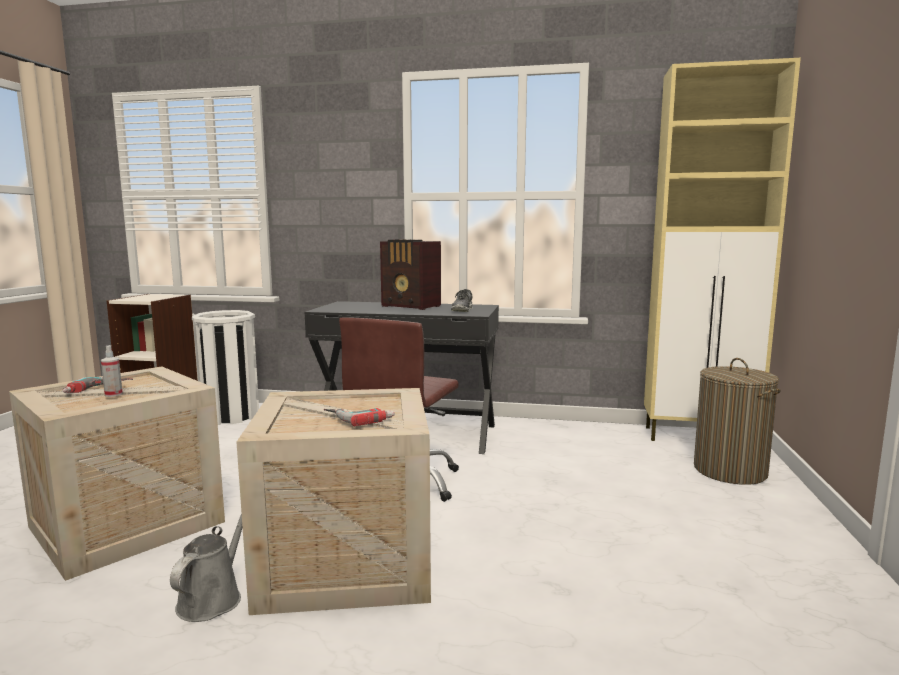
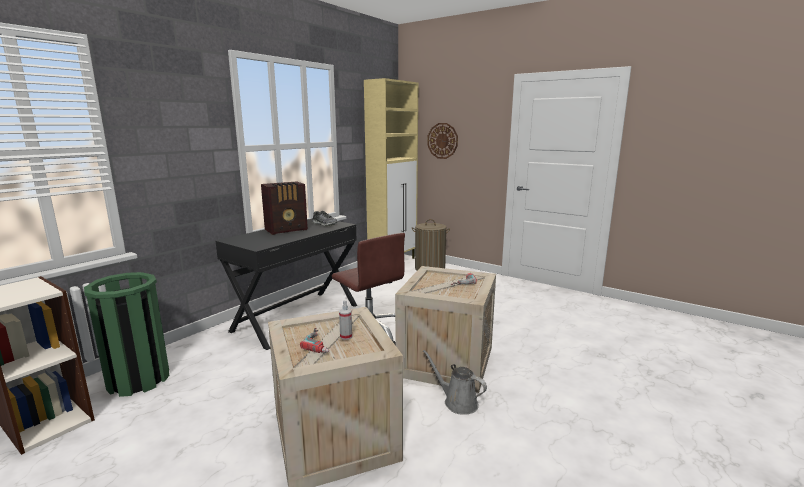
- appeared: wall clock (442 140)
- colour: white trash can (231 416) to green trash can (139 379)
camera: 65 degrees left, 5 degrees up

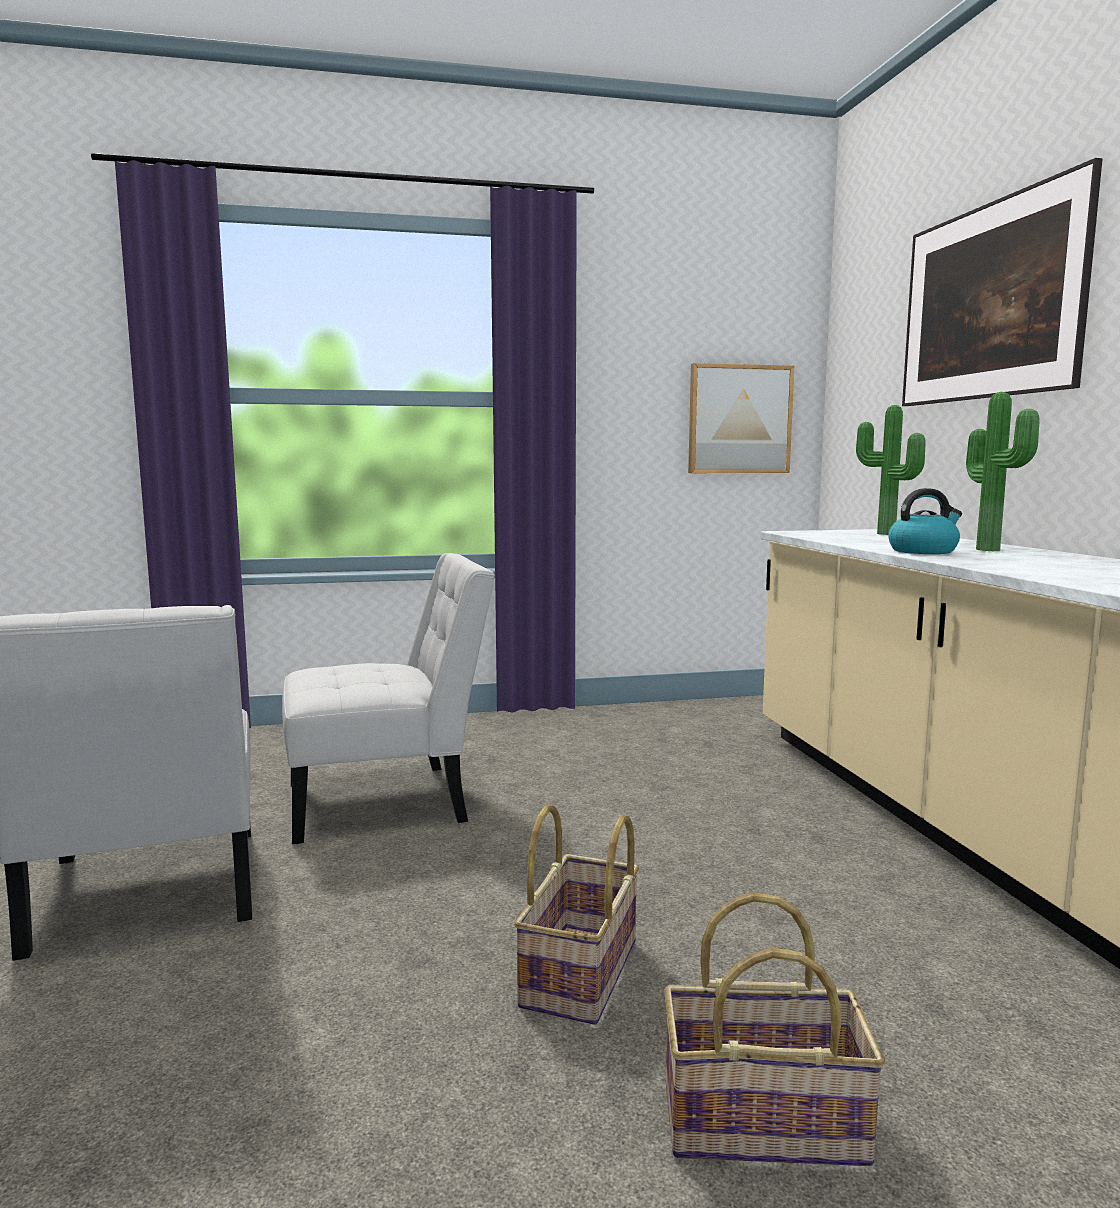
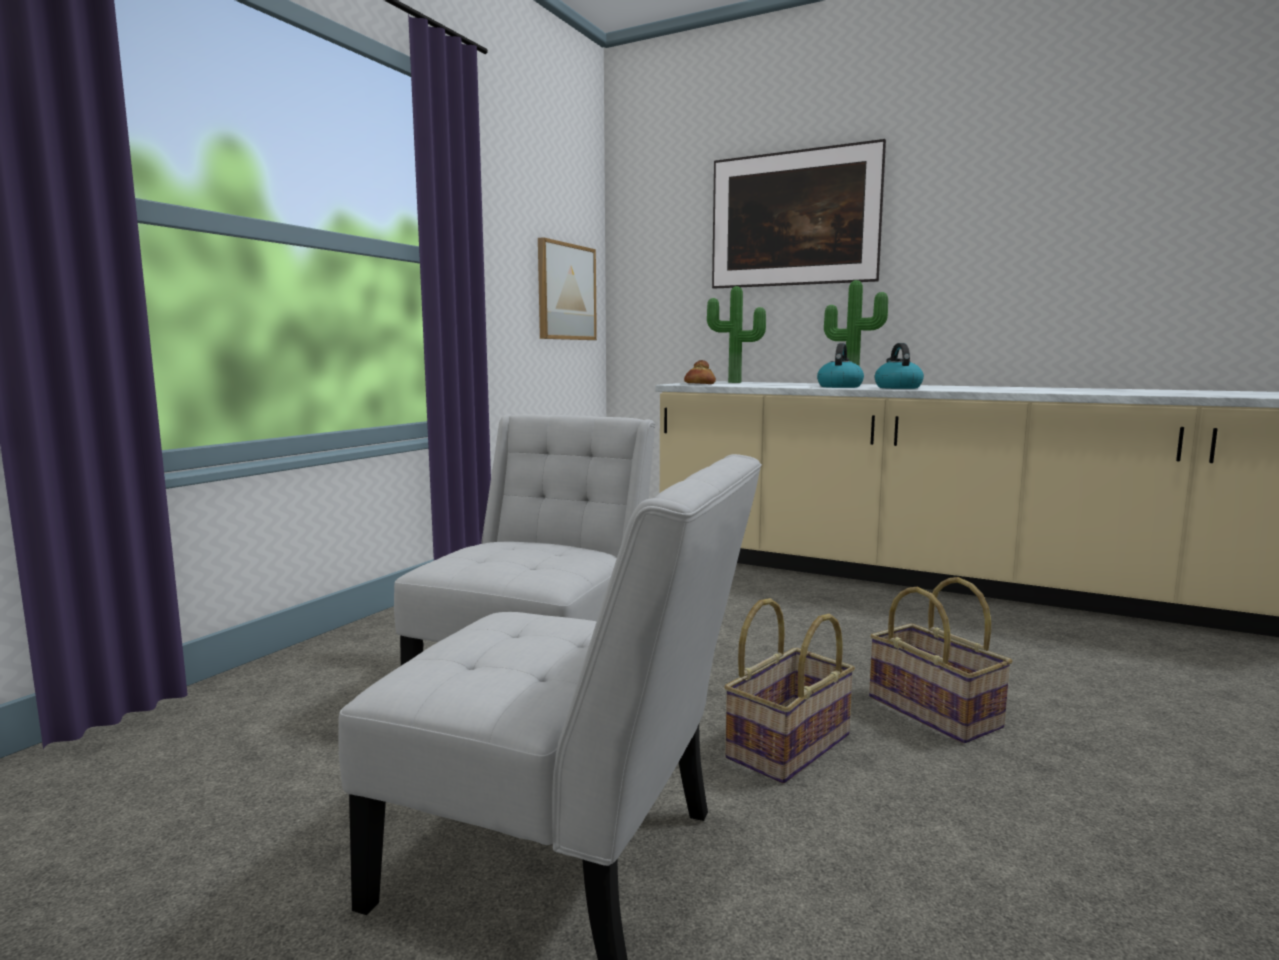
- appeared: bread (699 384)
- appeared: kettle (897 387)
- relocated: basket (763 1120) to (787 745)
camera: 50 degrees left, 0 degrees up

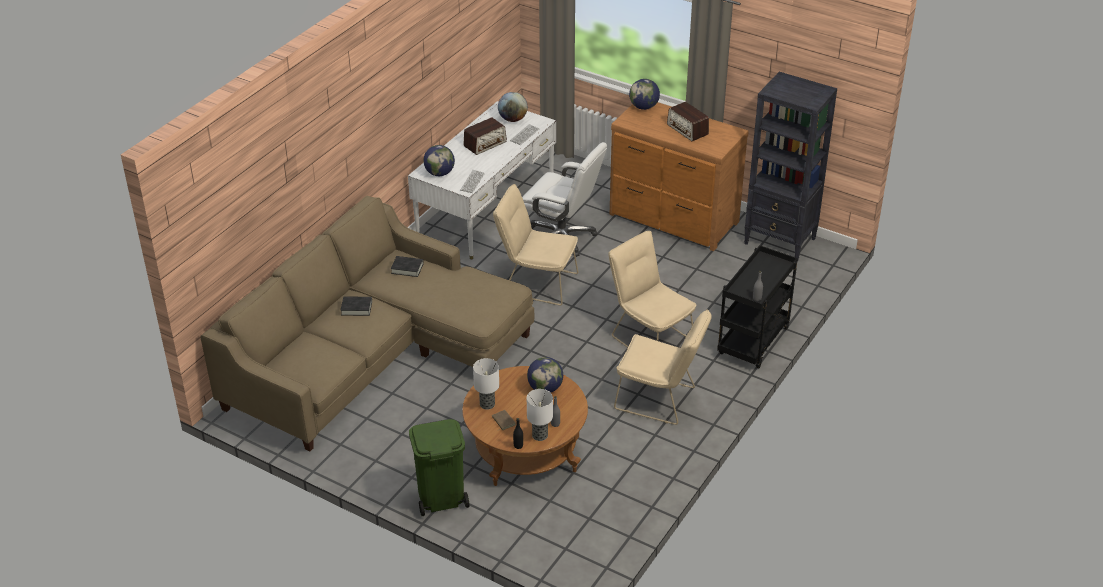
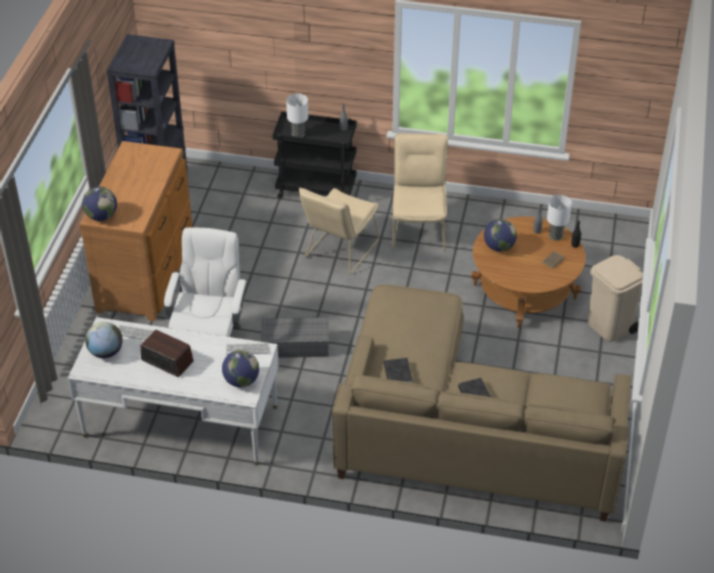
- missing: radio (687 130)
- relocated: table lamp (487 404) to (298 134)
- exchanged: beige chair (536 282) to grey storage box (294 346)
- colour: green trash can (440 498) to beige trash can (610 326)
camera: 110 degrees left, 5 degrees up

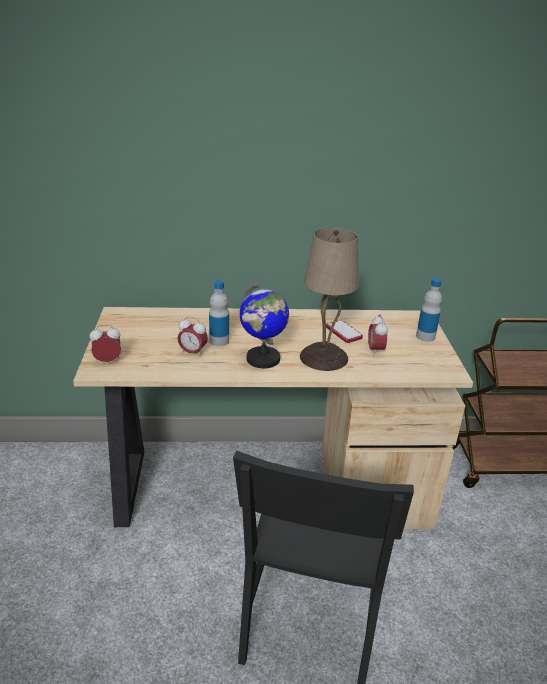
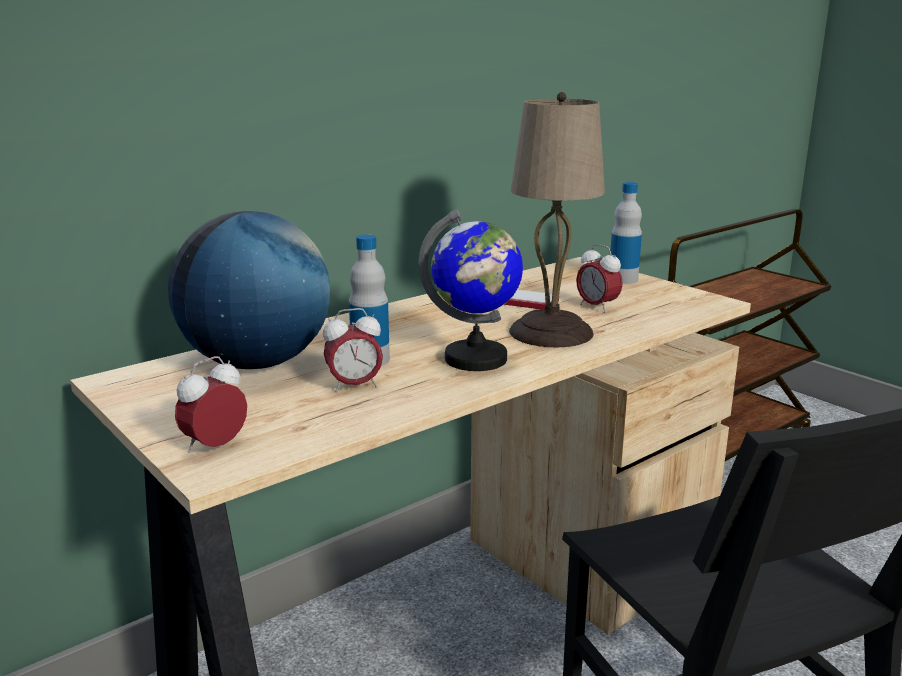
- appeared: globe (257 363)
camera: 35 degrees left, 10 degrees down

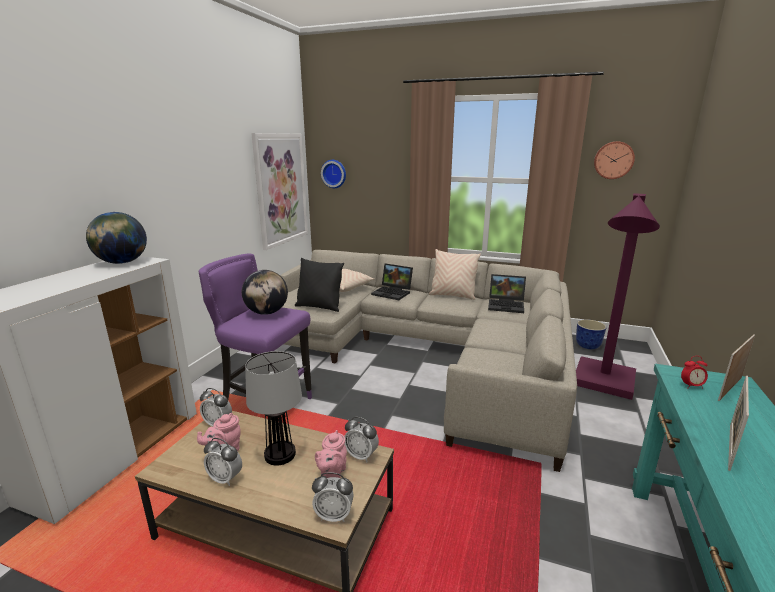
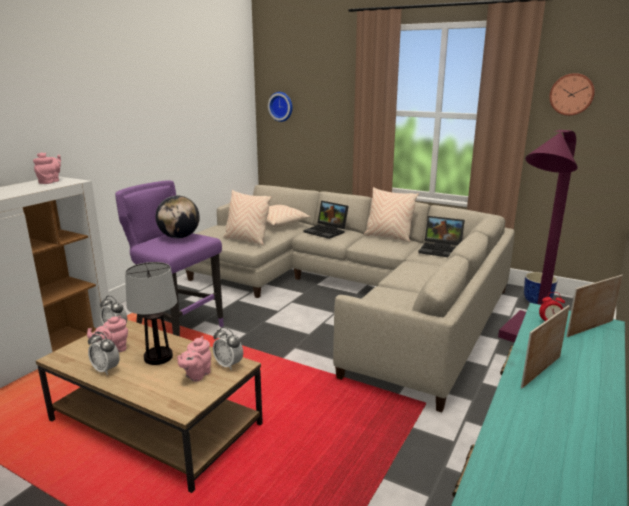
- missing: picture (281 189)
- missing: alarm clock (334 515)
- exchanged: globe (122 262) to pink teapot (50 182)
- colour: black pillow (319 307) to beige pillow (246 240)
camera: 10 degrees right, 0 degrees up

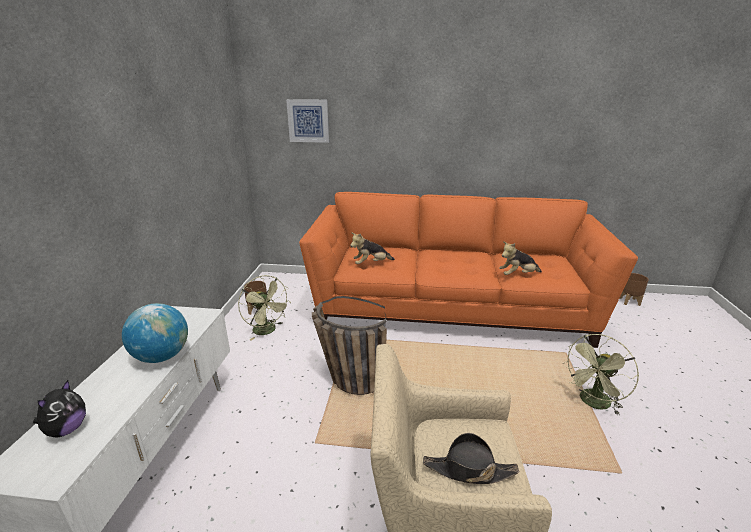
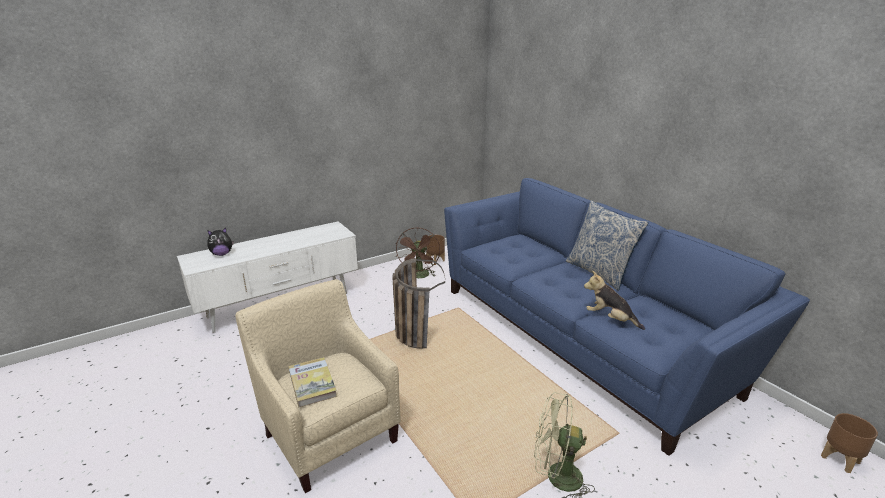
- missing: globe (162 356)
- missing: picture (308 121)
- missing: plush toy (371 264)
- appeared: pillow (599 273)
- exchanged: black hat (469 470) to book (312 384)
- colour: green fan (268 331) to brown fan (419 276)
- colour: orange sofa (451 307) to blue sofa (580 334)
camera: 50 degrees right, 0 degrees up

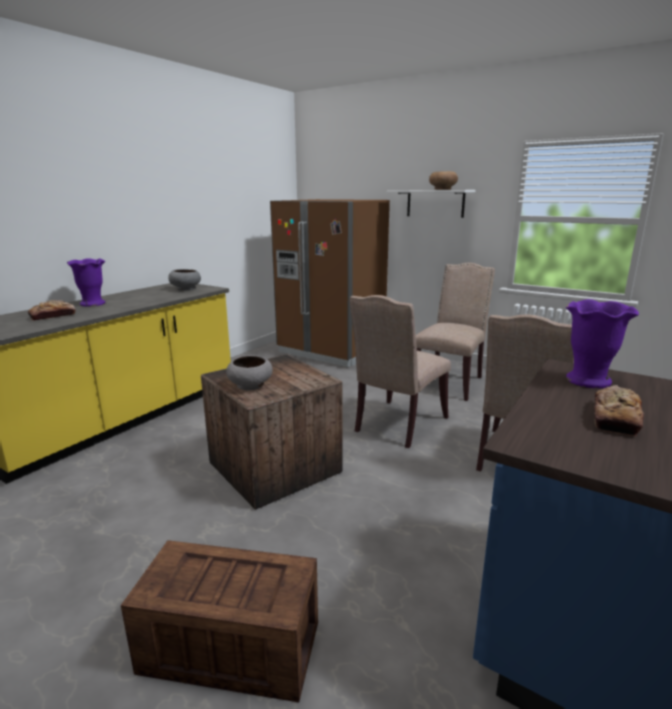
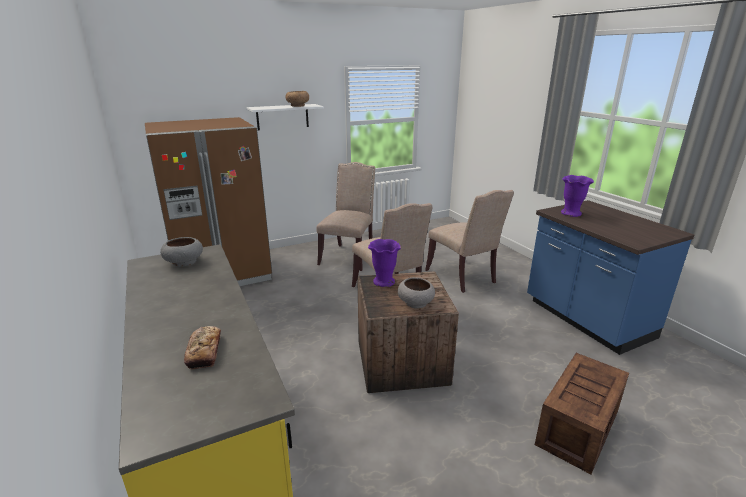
- missing: bread (615 418)
- relocated: purple vase (93 304) to (384 282)
- spun: beige chair (449 382) = (349 256) 45 degrees clockwise
camera: 60 degrees left, 5 degrees up

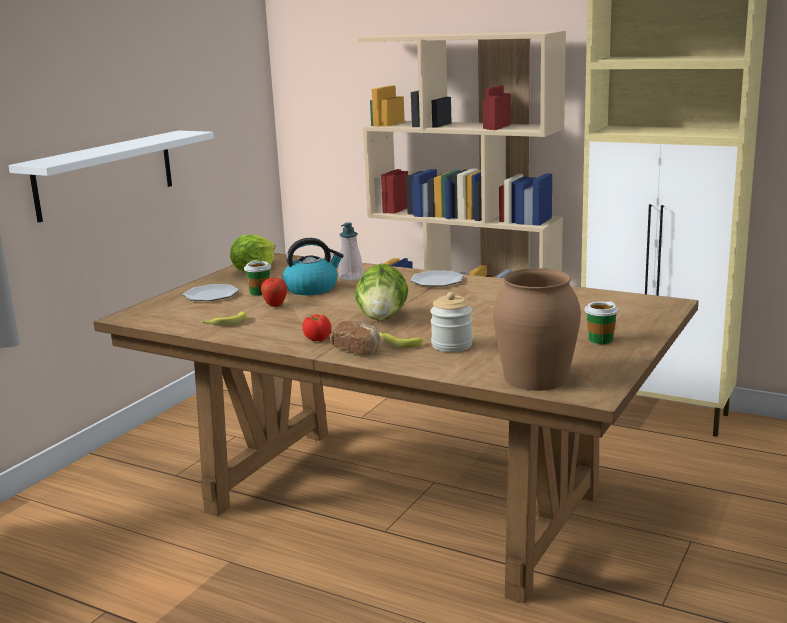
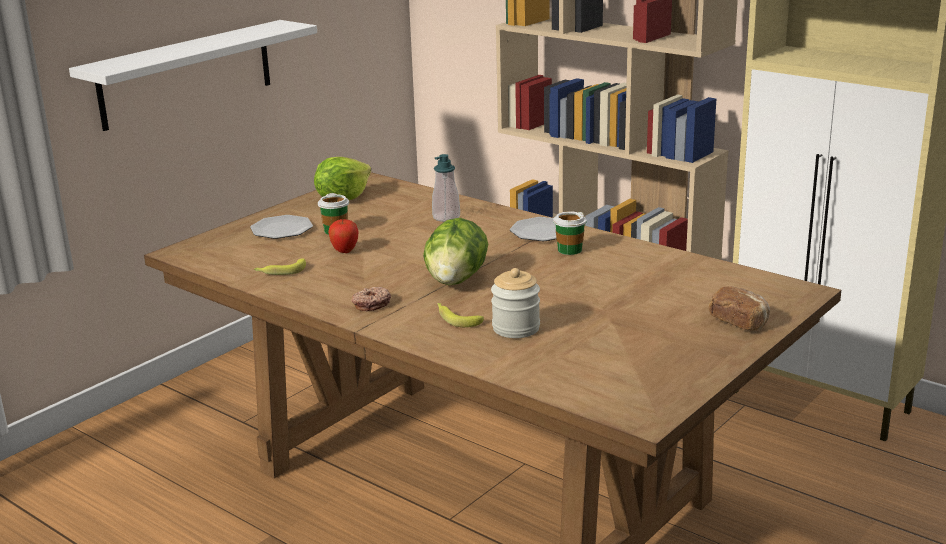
- missing: kettle (312 288)
- missing: brown vase (535 378)
- relocated: bread (357 349) to (739 322)
- relocated: cup (600 340) to (569 250)
- exchanged: tomato (318 339) to donut (371 304)
camera: 10 degrees right, 5 degrees up

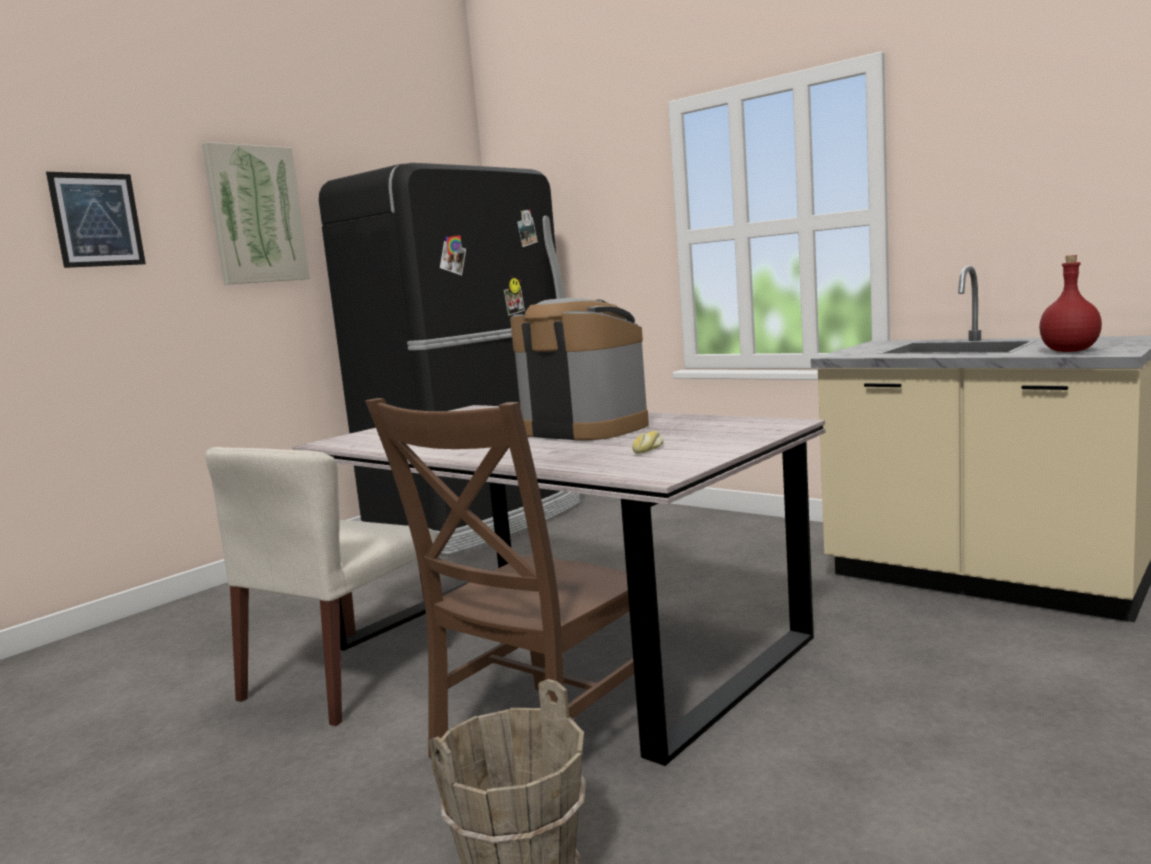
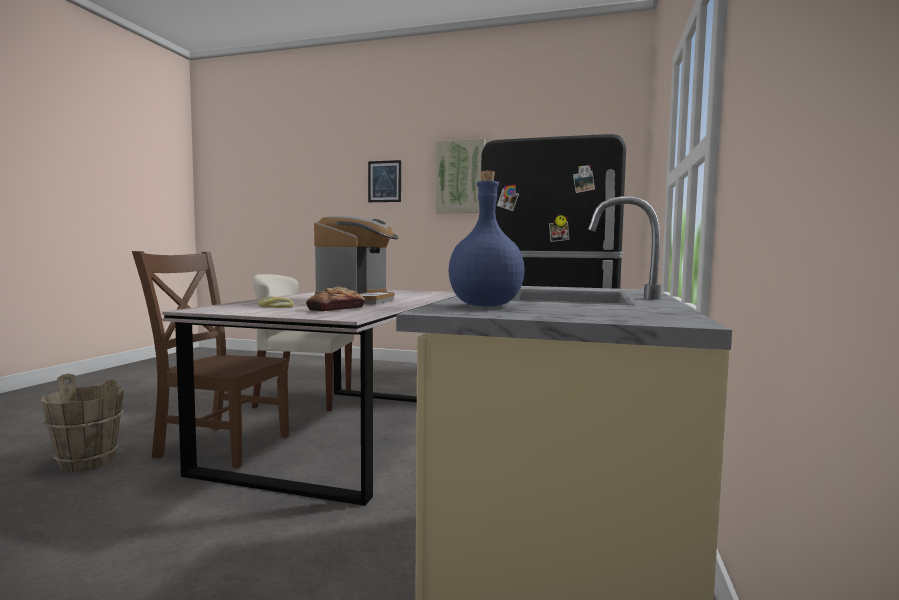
- appeared: bread (336 309)
- colour: red bottle (1069 351) to blue bottle (484 305)
camera: 65 degrees right, 5 degrees down

